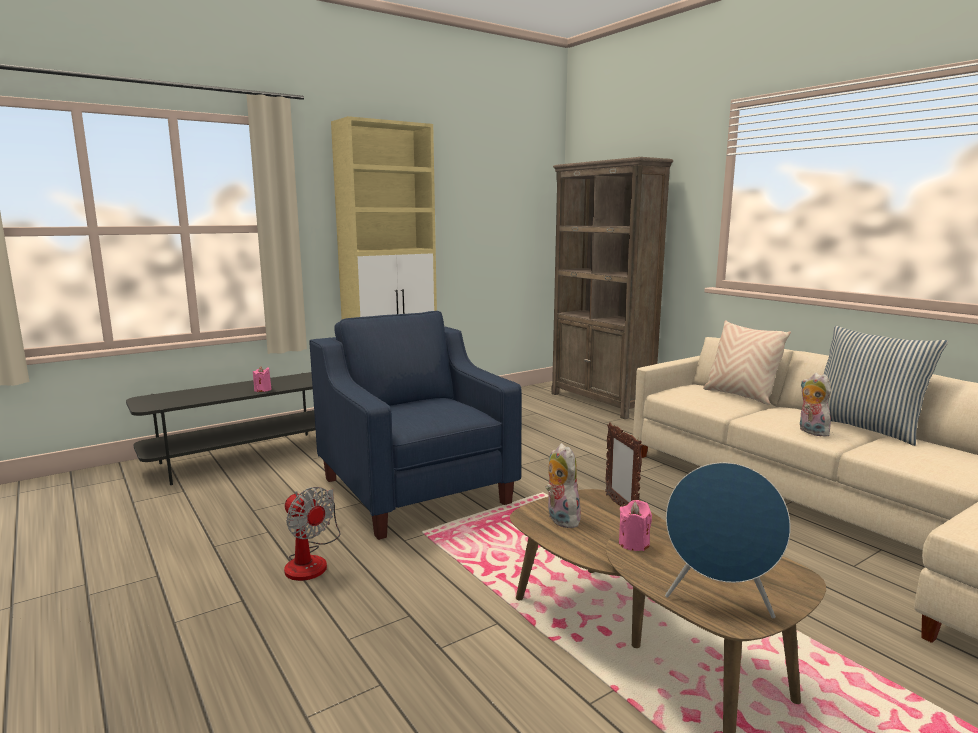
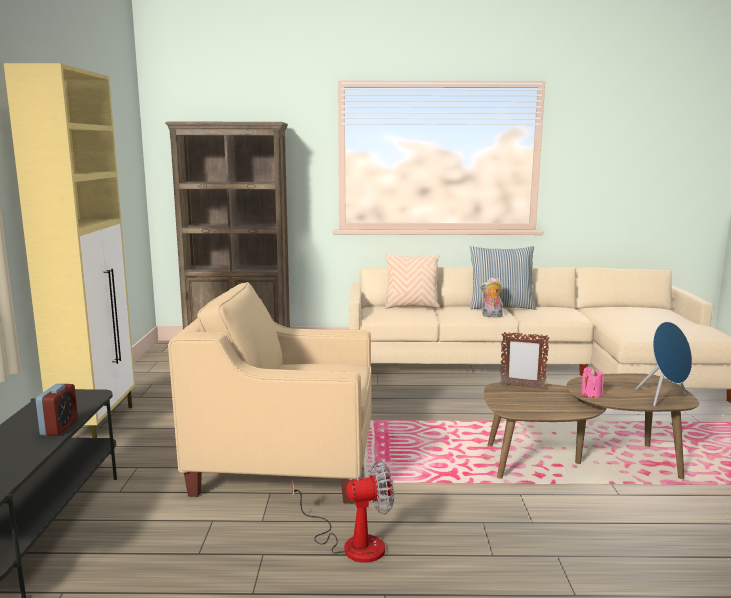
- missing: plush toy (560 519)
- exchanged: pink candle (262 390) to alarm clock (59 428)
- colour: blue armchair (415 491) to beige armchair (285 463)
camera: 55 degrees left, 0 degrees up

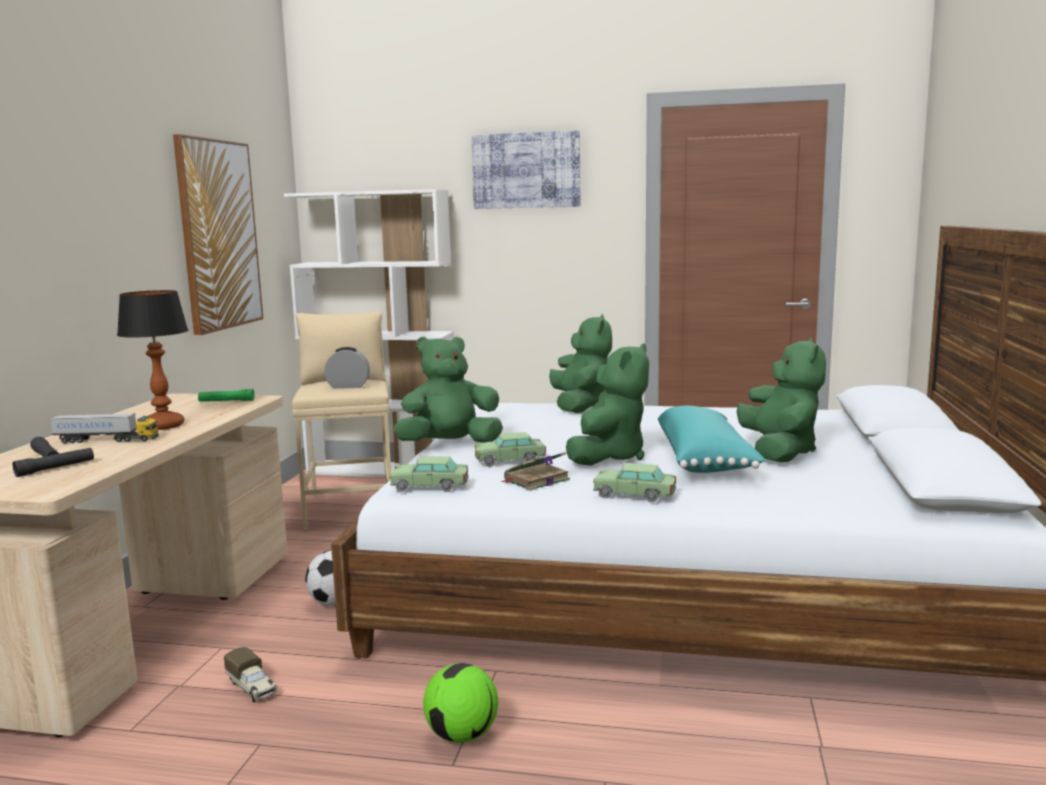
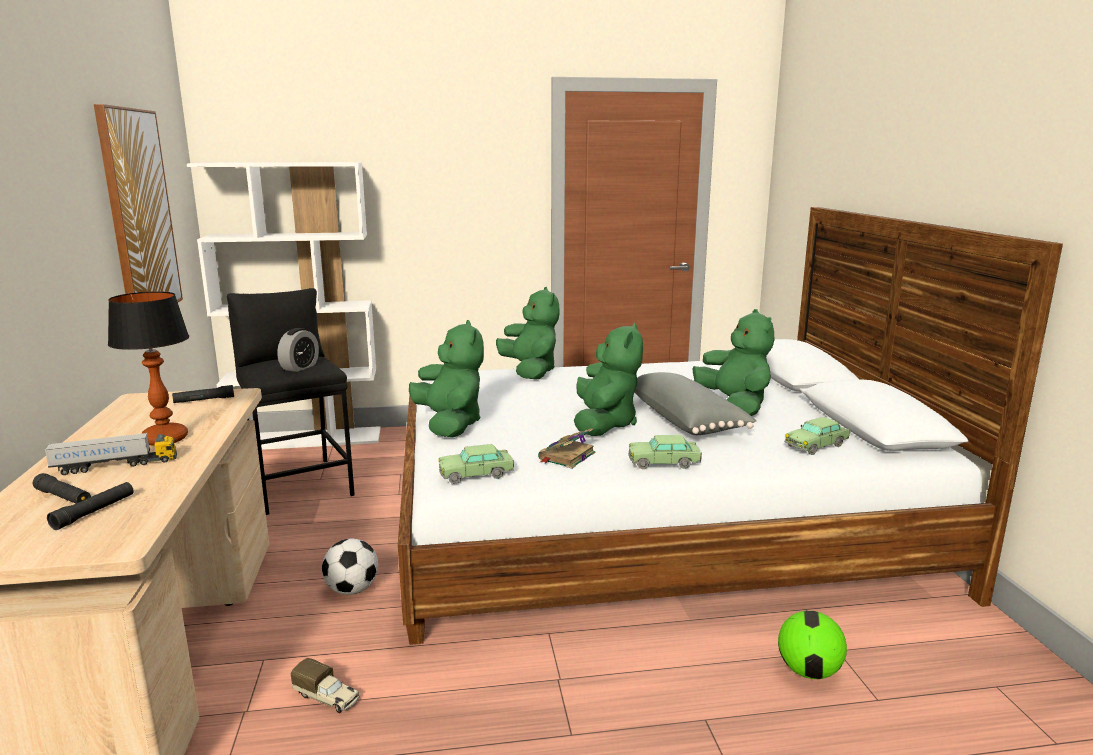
- missing: picture (526 170)
- relocated: football (462 735) to (808 671)
- relocated: toy car (510 460) to (816 445)
- colour: green flashlight (226 401) to black flashlight (204 400)
- colour: beige stool (351 508) to black stool (300 484)
- colour: turquoise pillow (705 460) to grey pillow (686 420)
- spun: alarm clock (348 386) = (300 367) 135 degrees clockwise
- spun: green plush toy (449 445) = (450 424) 105 degrees clockwise
camera: 20 degrees left, 5 degrees up

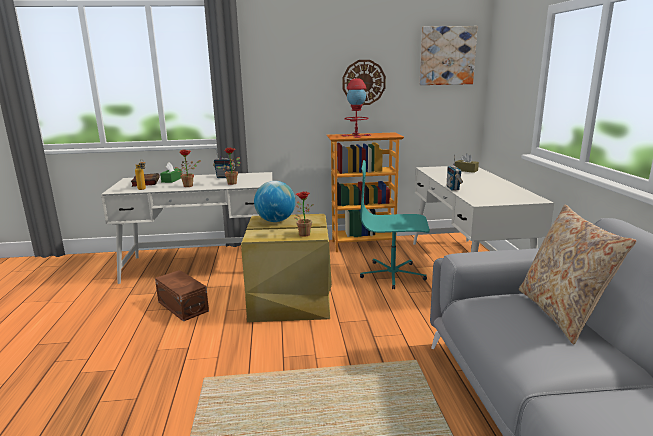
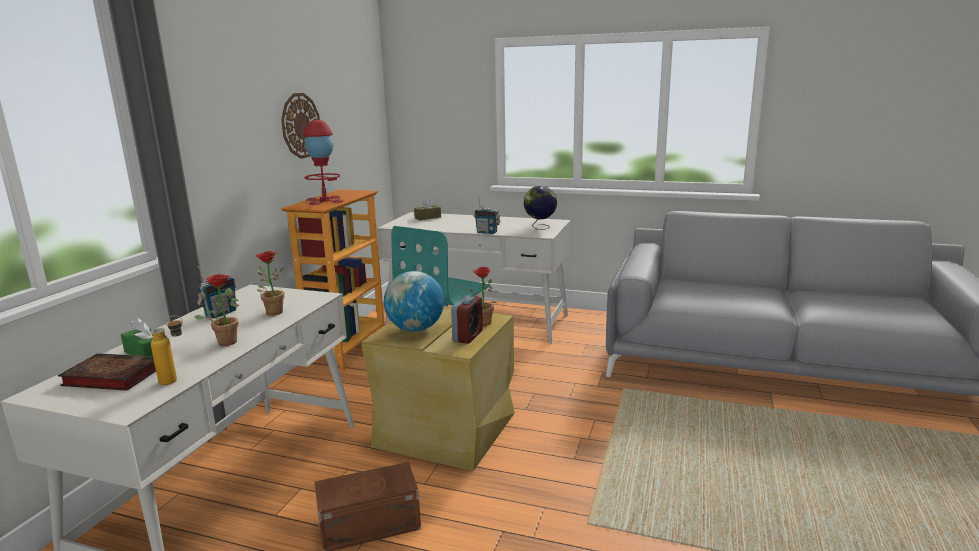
- missing: picture (447 56)
- missing: beige pillow (561 314)
- appeared: alarm clock (467 336)
- appeared: globe (540 227)
camera: 65 degrees left, 0 degrees up

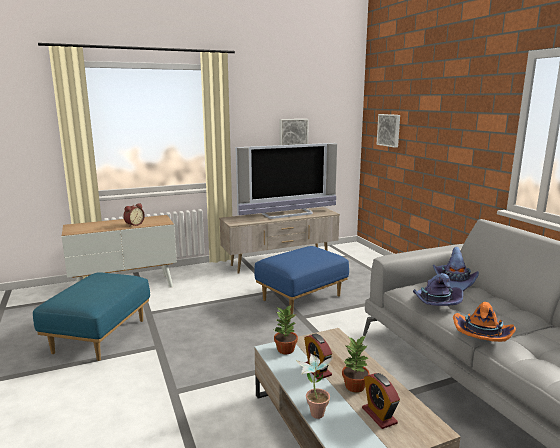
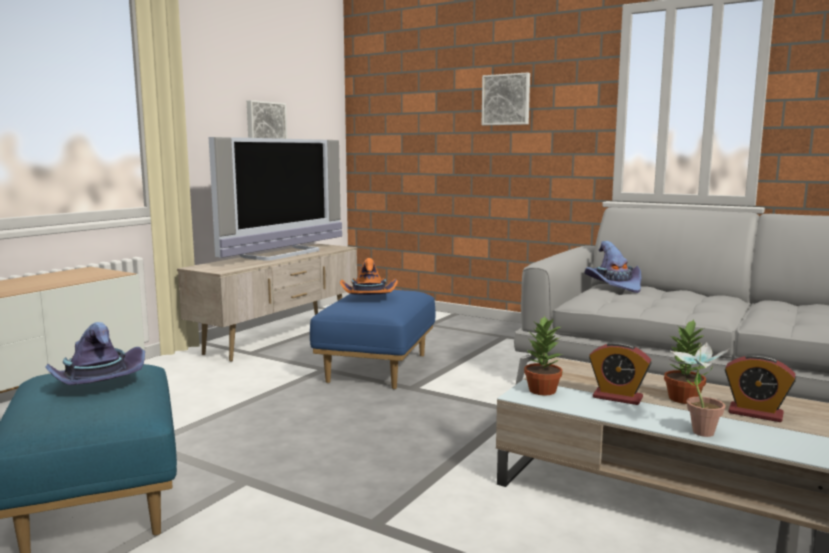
- missing: alarm clock (134 224)
- relocated: picture (389 130) to (506 99)
- relocated: purple hat (434 303) to (96 384)
- relocated: orange hat (481 335) to (368 298)
camera: 35 degrees left, 5 degrees down

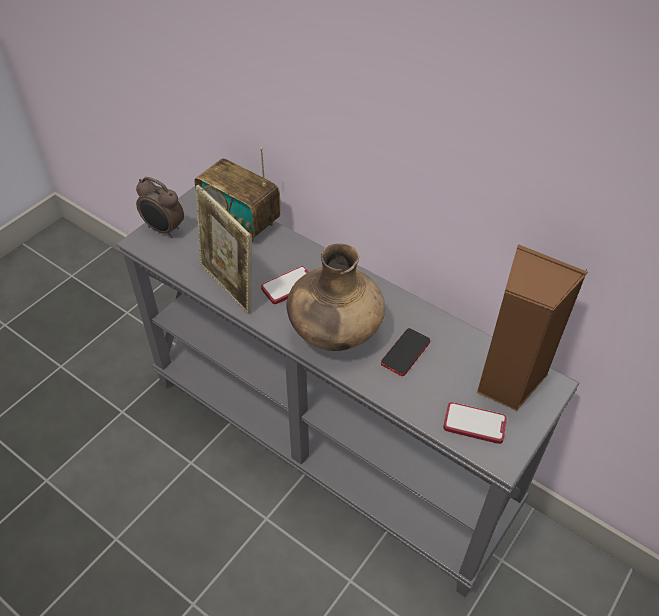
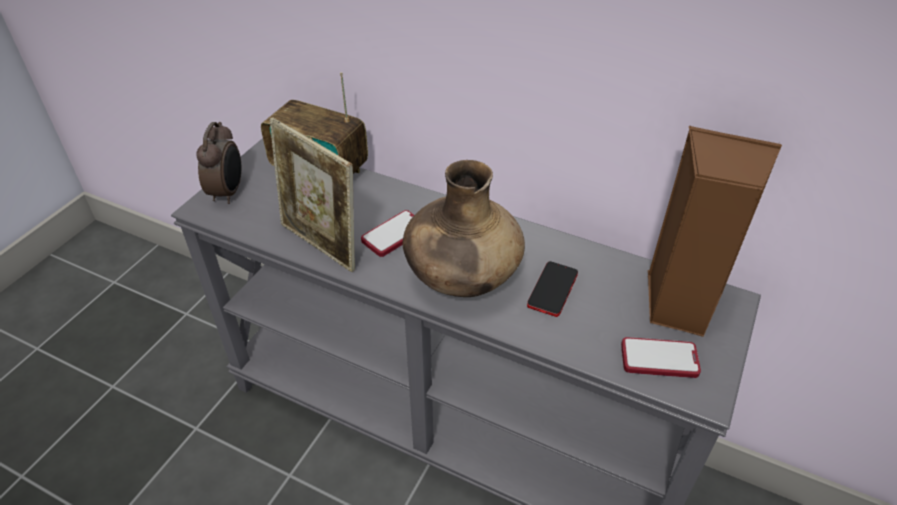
- spun: alarm clock (164 230) = (228 192) 105 degrees counterclockwise
camera: 10 degrees left, 5 degrees down

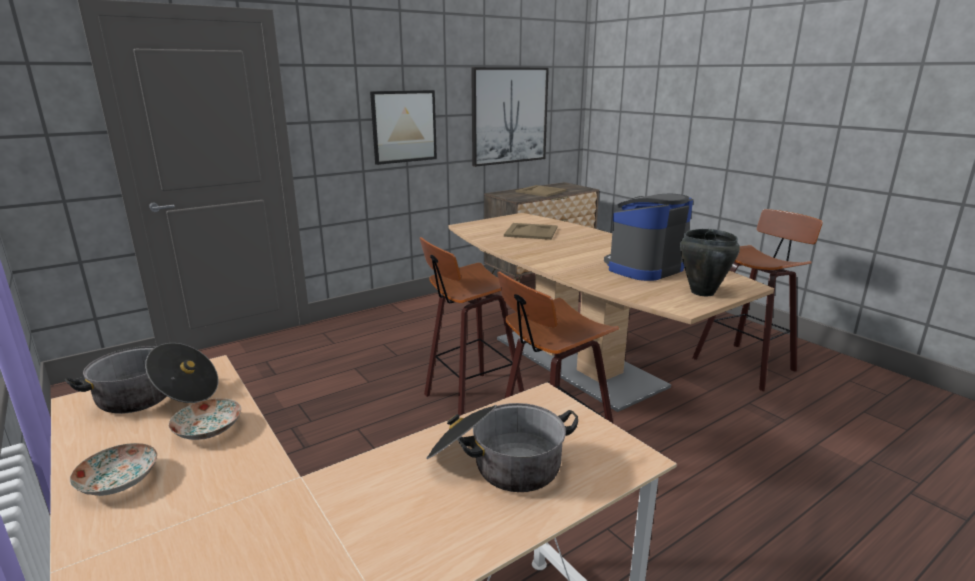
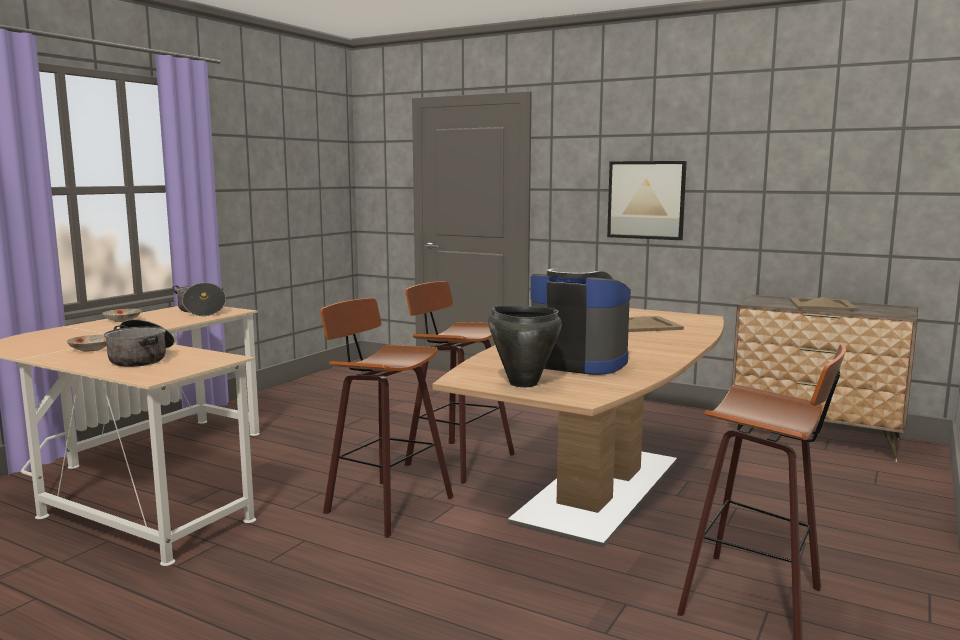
- missing: picture (509 116)
- relocated: plate (208 430) to (90 349)
camera: 65 degrees right, 10 degrees down

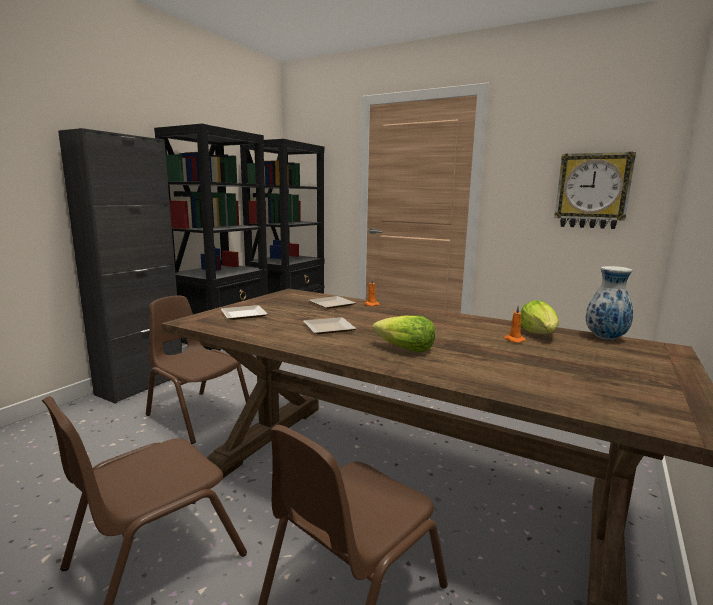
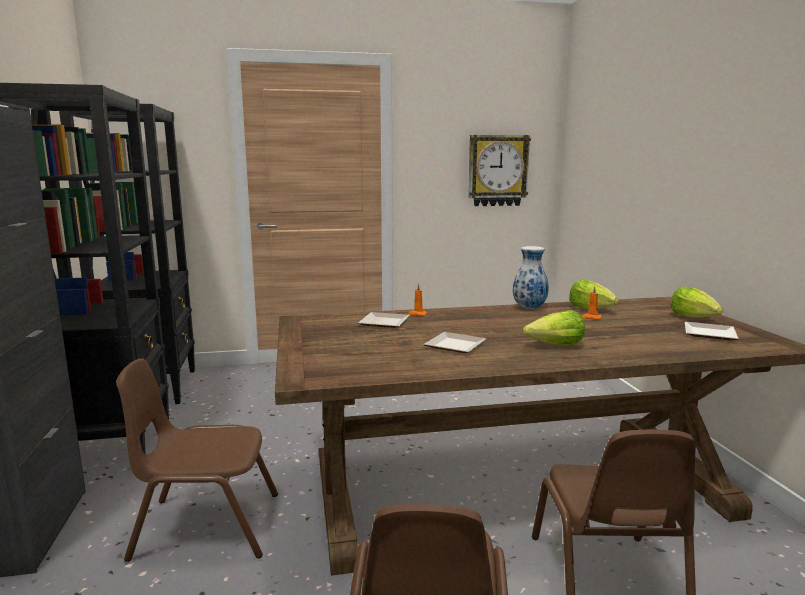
- appeared: lettuce (694 318)
- relocated: plate (243 315) to (711 334)
- relocated: vase (605 338) to (529 308)
camera: 40 degrees left, 0 degrees up

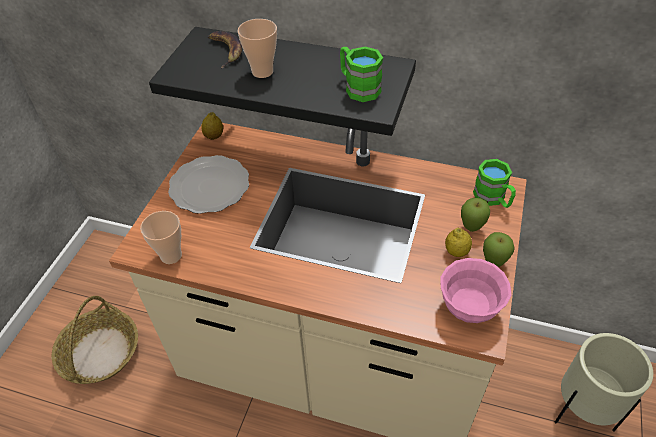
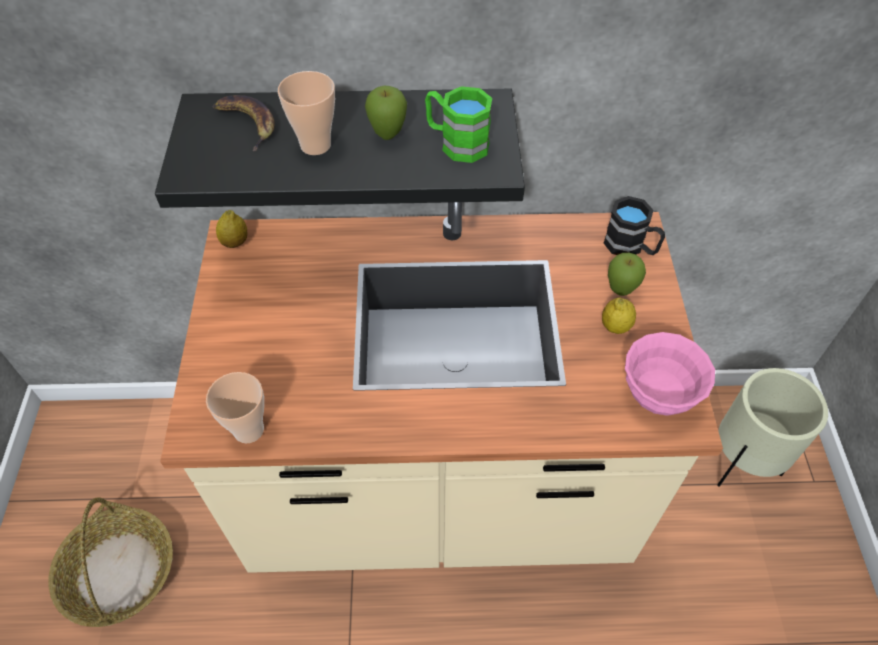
- missing: plate (210 187)
- relocated: apple (493 263) to (388 135)
- colour: green mug (493 199) to black mug (631 247)
camera: 20 degrees left, 5 degrees up

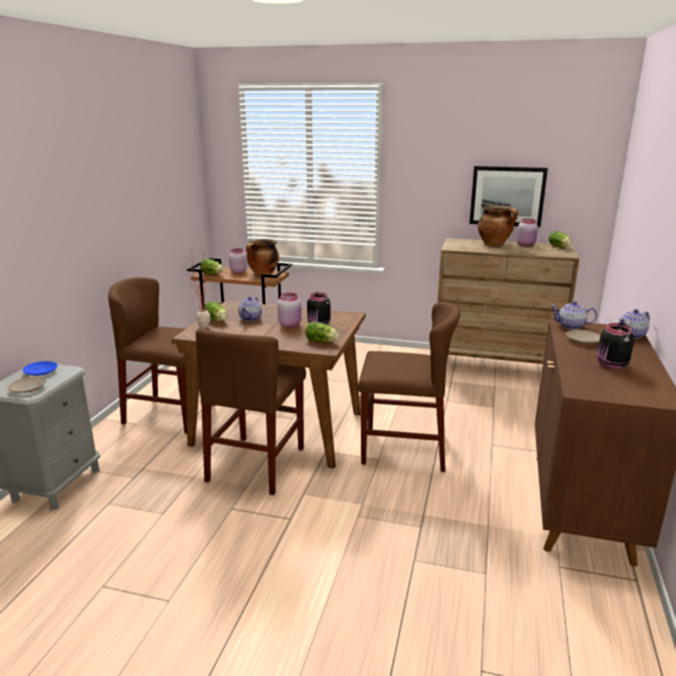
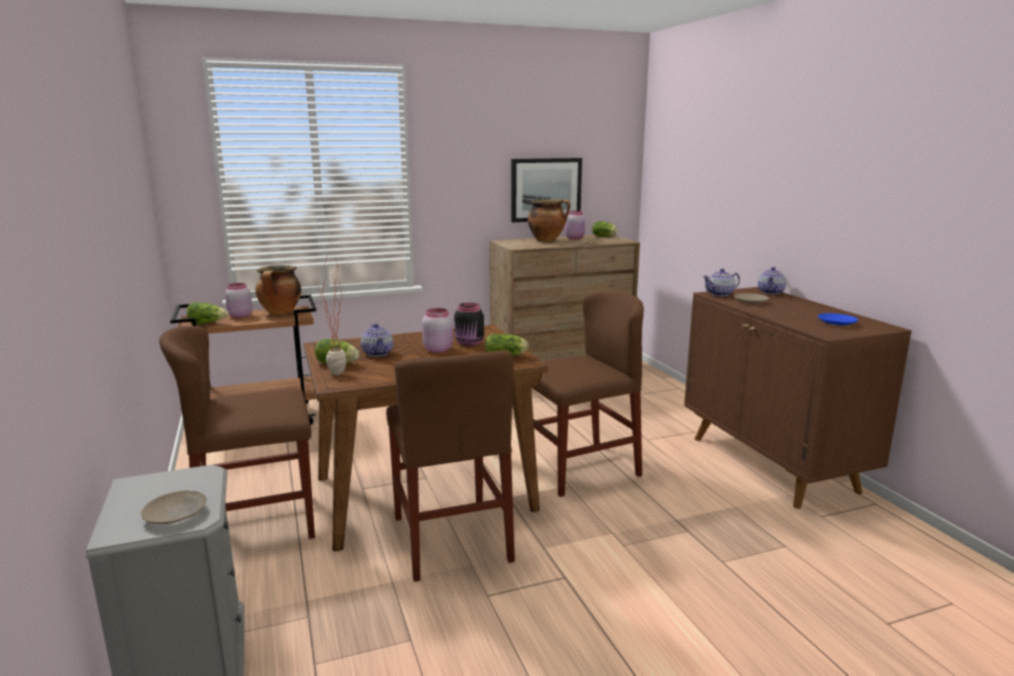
- missing: black jar (611 365)
- relocated: blue plate (41 372) to (836 323)
camera: 35 degrees left, 5 degrees down

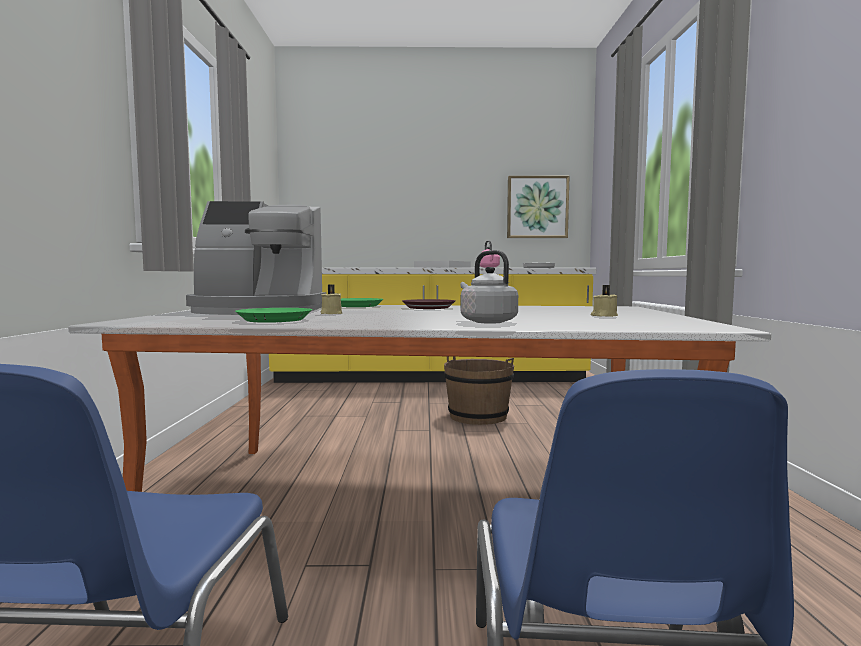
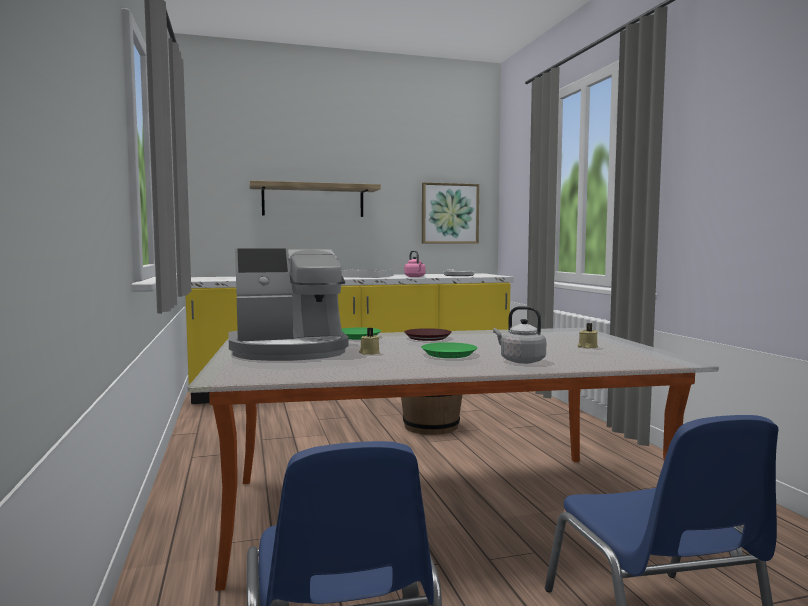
- appeared: shelf (313 201)
- relocated: green plate (275 320) to (449 354)
camera: 15 degrees left, 0 degrees up

